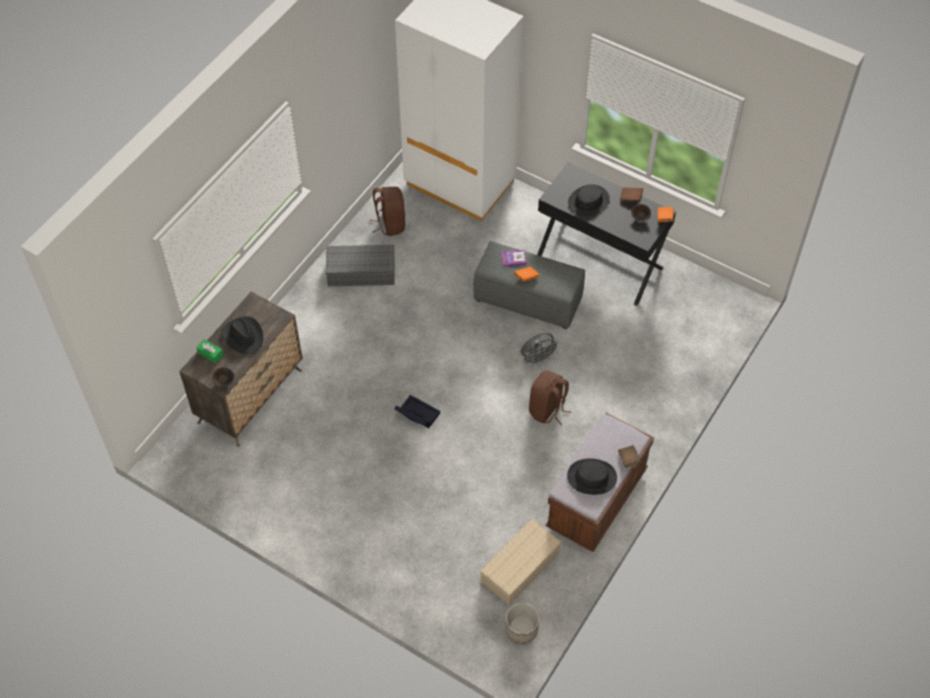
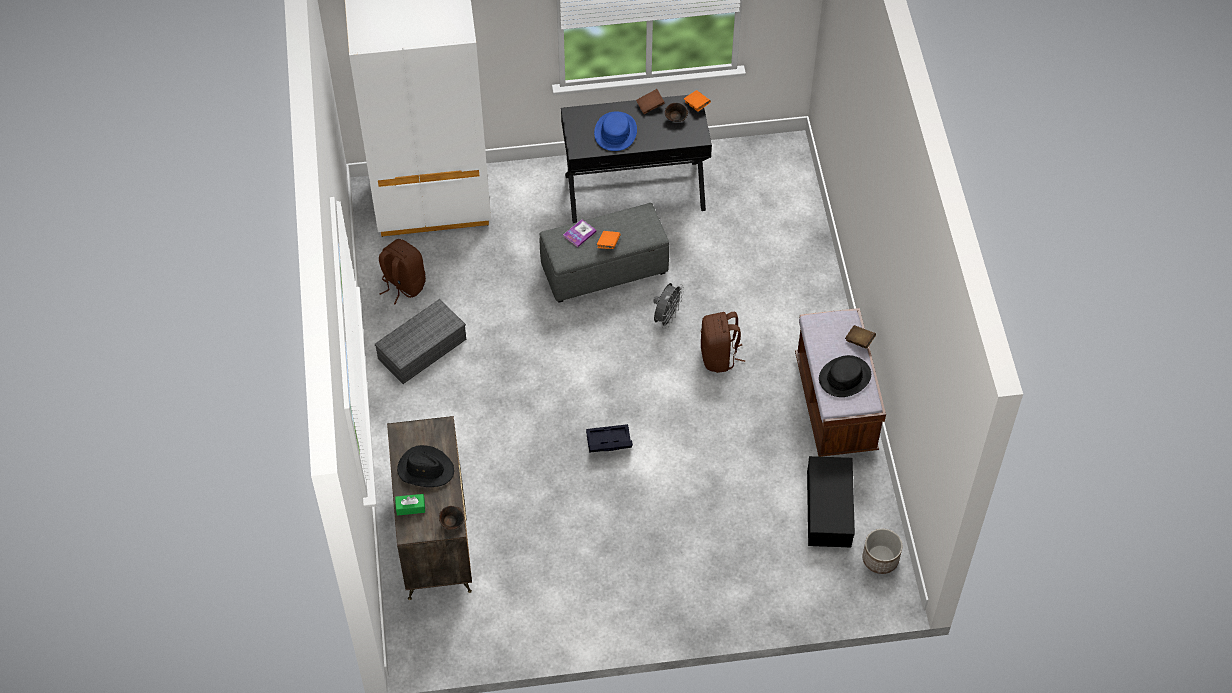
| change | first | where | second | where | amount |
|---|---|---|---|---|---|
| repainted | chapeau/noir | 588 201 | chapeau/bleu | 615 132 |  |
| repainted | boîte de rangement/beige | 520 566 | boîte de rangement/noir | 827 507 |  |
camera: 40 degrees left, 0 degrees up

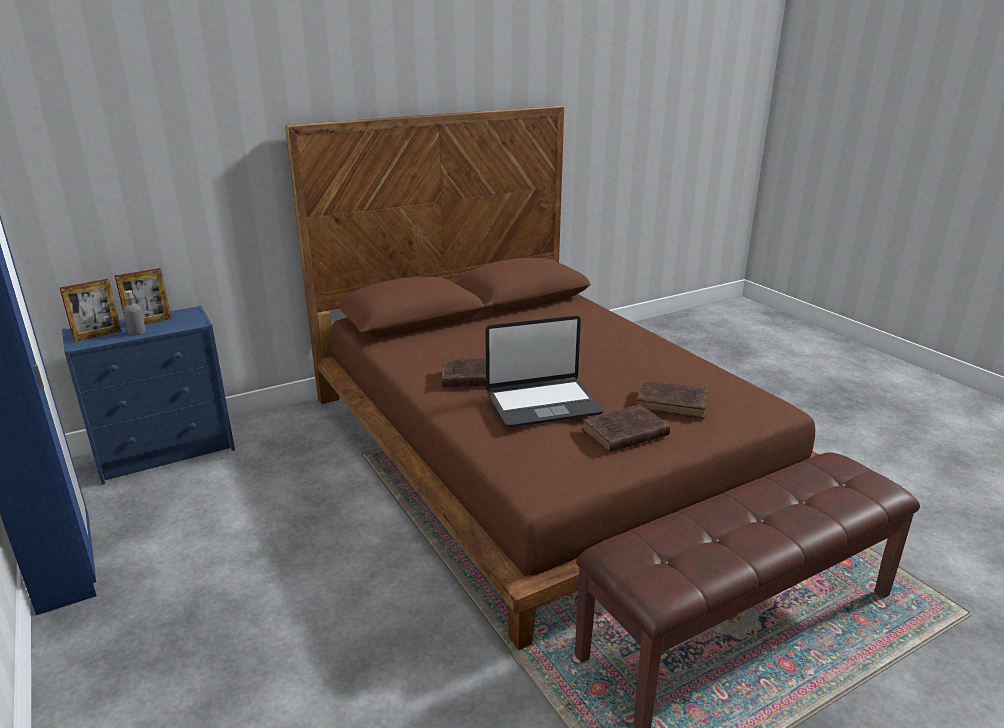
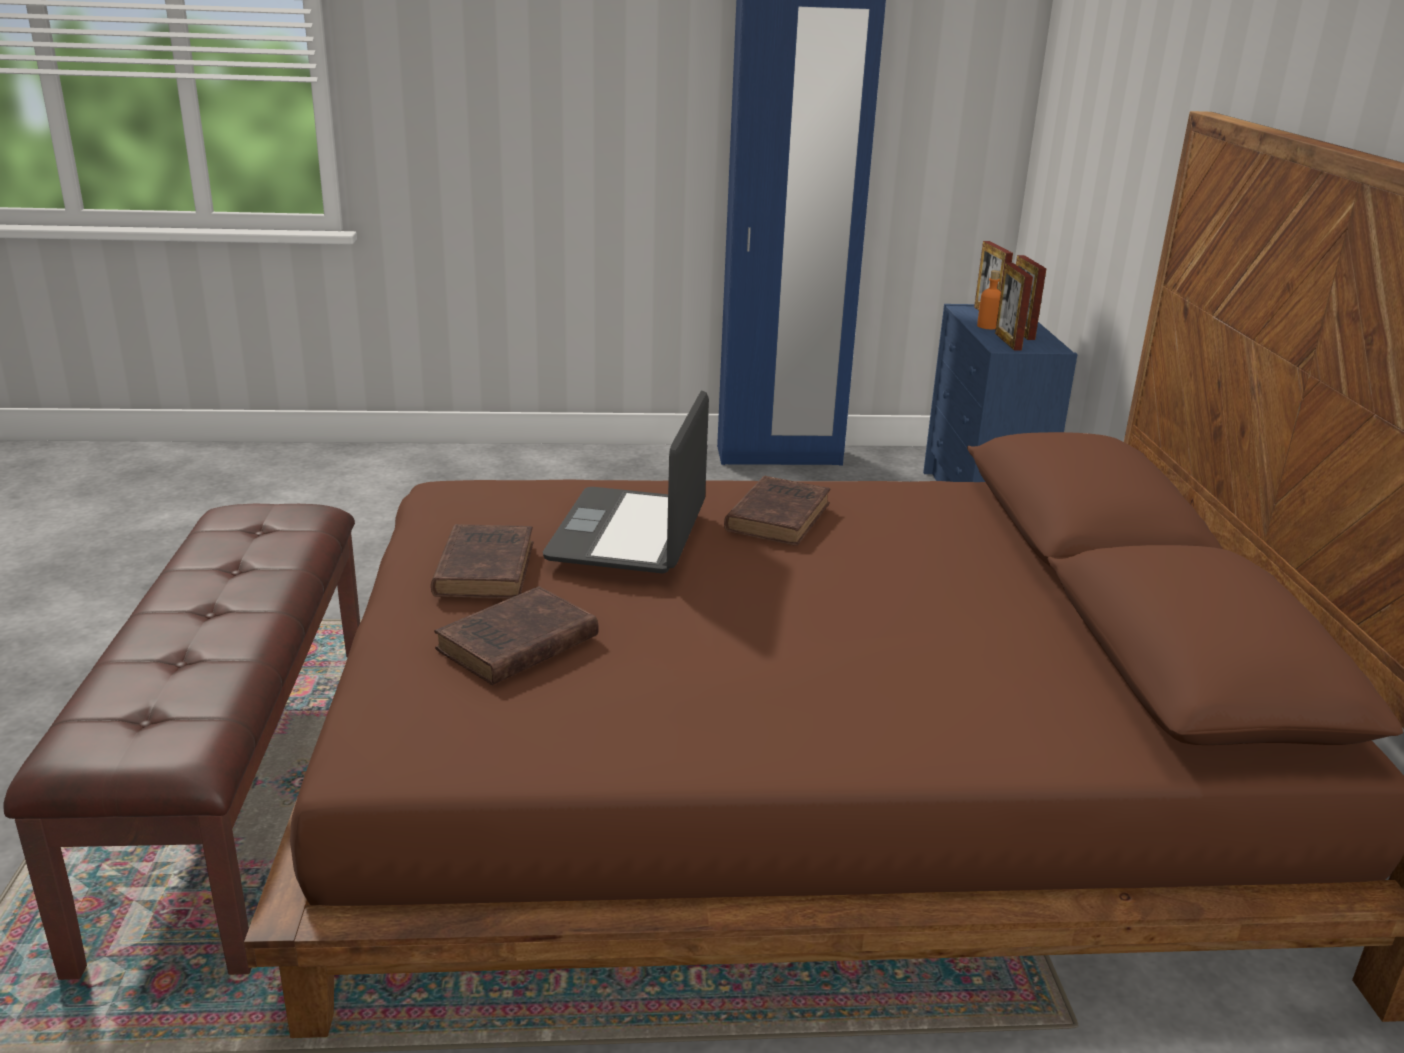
| change | first | where | second | where | amount |
|---|---|---|---|---|---|
| repainted | bouteille/gris | 137 332 | bouteille/orange | 987 326 |  |
| new |  |  | cadre photo | 1008 341 |  |
camera: 115 degrees right, 0 degrees up

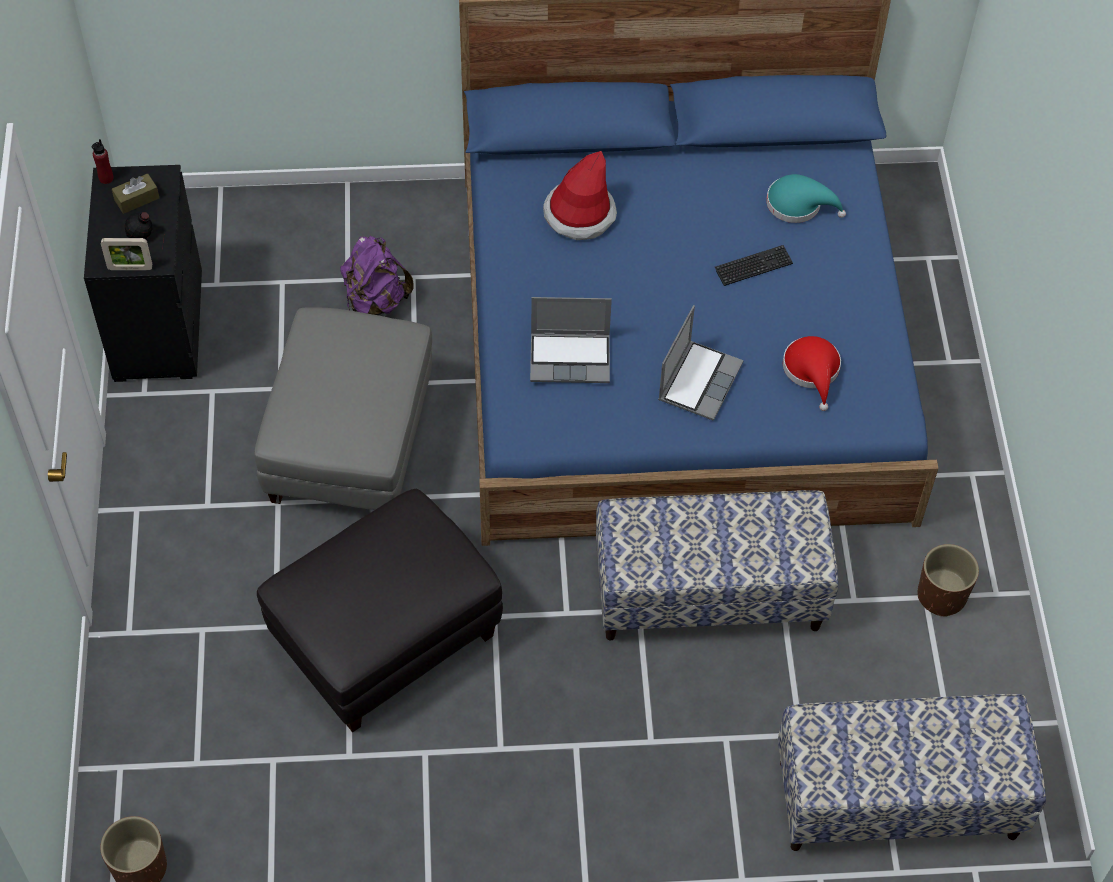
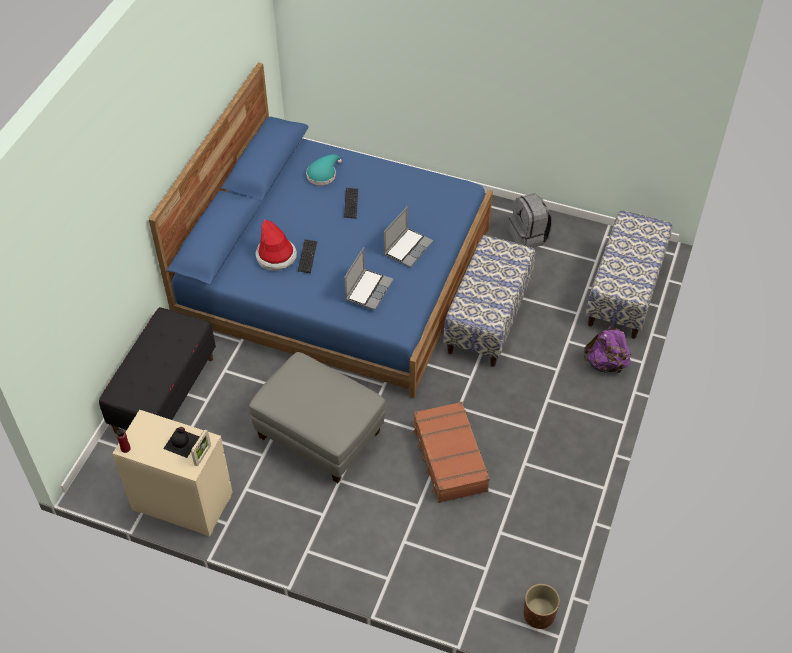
| change | first | where | second | where | amount |
|---|---|---|---|---|---|
| new |  |  | banc/noir | 164 394 |  |
| repainted | commode/noir | 158 325 | commode/beige | 182 502 |  |
| new |  |  | clavier | 307 257 |  |
| rotated | ordinateur portable | 699 380 |  | 408 248 | 75 degrees clockwise |
| swapped | pouf/noir | 384 638 | valise/marron | 449 458 |  |
| swapped | cache-pot/marron | 941 596 | sac à dos/gris | 529 236 |  |
| shifted | sac à dos/violet | 375 300 |  | 606 364 |  |
| gone | boîte à mouchoirs/marron | 136 199 |  |  |  |
| gone | chapeau/rouge | 812 371 |  |  |  |
camera: 65 degrees left, 5 degrees down

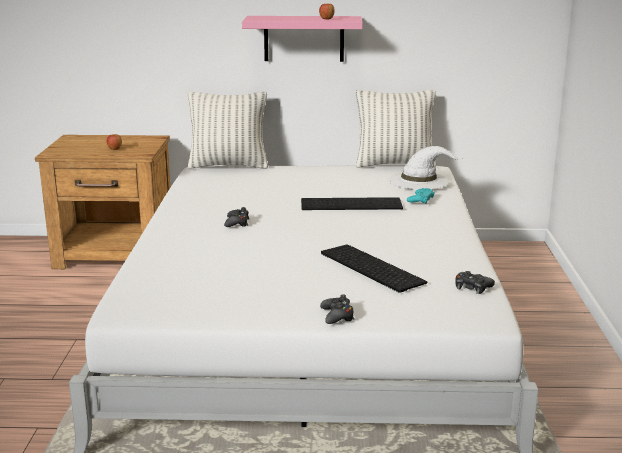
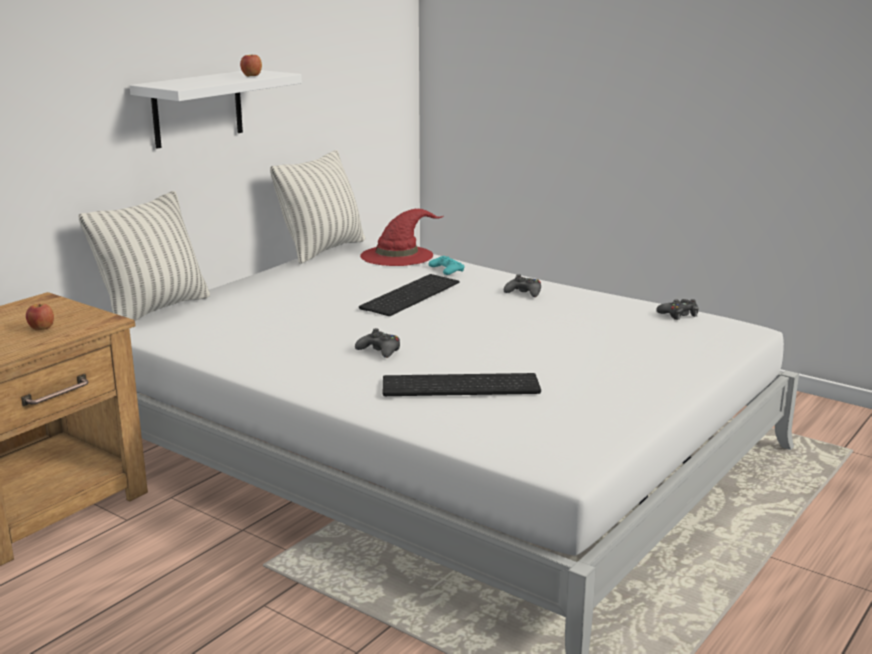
| change | first | where | second | where | amount |
|---|---|---|---|---|---|
| repainted | étagère/rose | 304 38 | étagère/blanc | 197 108 |  |
| repainted | chapeau/blanc | 420 181 | chapeau/rouge | 397 255 |  |
| shifted | clavier | 369 268 |  | 459 386 |  |
| shifted | manette/noir | 337 316 |  | 524 293 |  |
camera: 55 degrees left, 0 degrees up

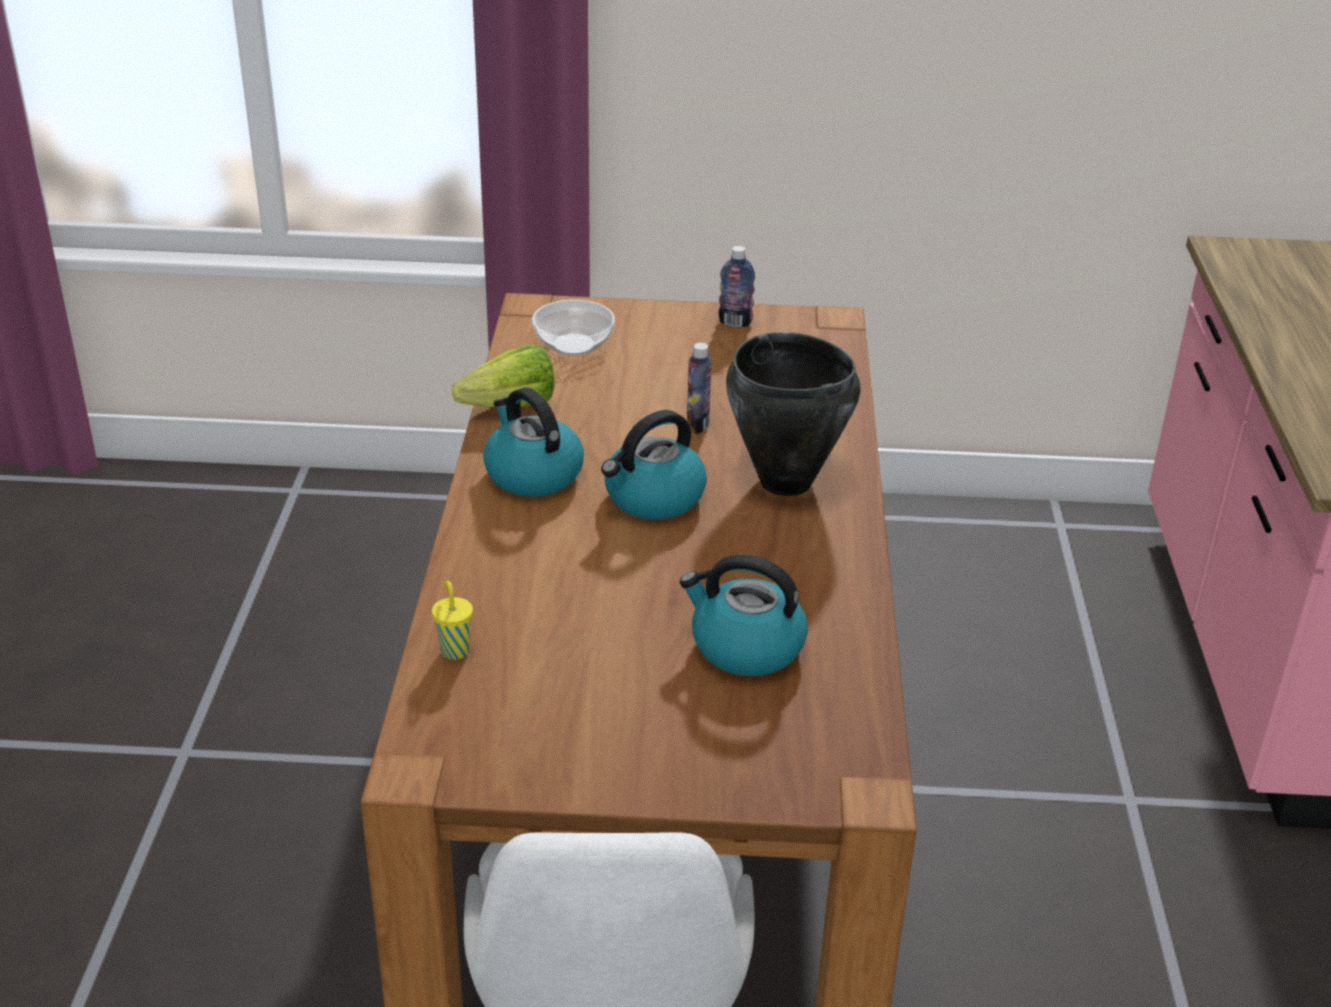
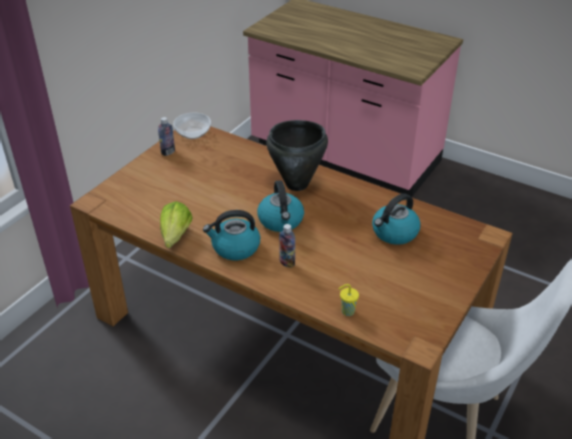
| change | first | where | second | where | amount |
|---|---|---|---|---|---|
| shifted | bol | 575 344 |  | 193 133 |  |
| shifted | bouteille | 697 425 |  | 287 262 |  |
camera: 60 degrees left, 5 degrees up

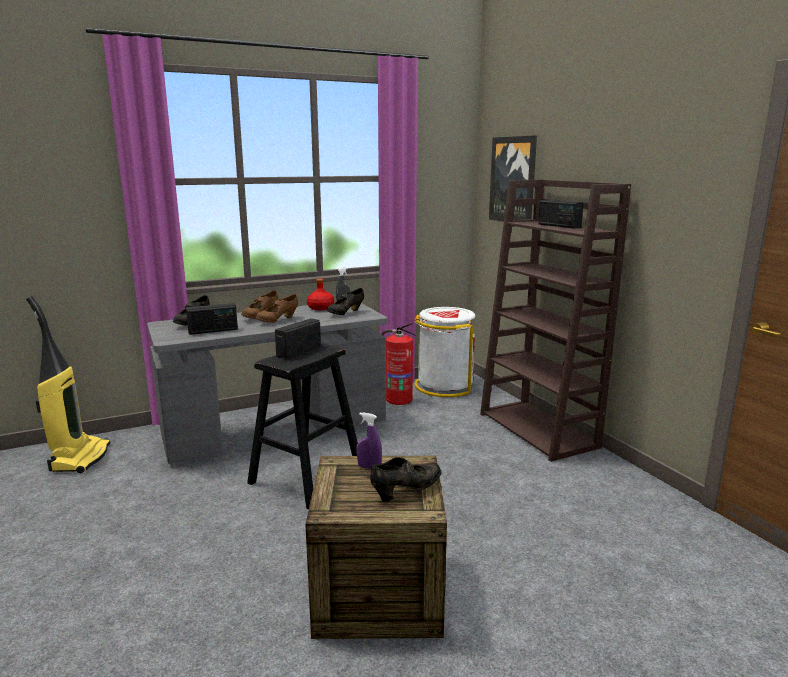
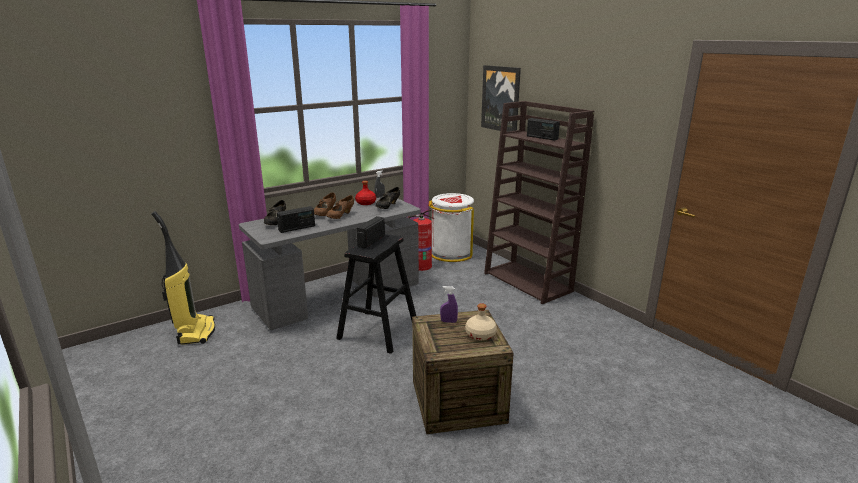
| change | first | where | second | where | amount |
|---|---|---|---|---|---|
| swapped | chaussure/noir | 407 491 | bouteille/beige | 480 335 |  |
camera: 10 degrees left, 5 degrees up

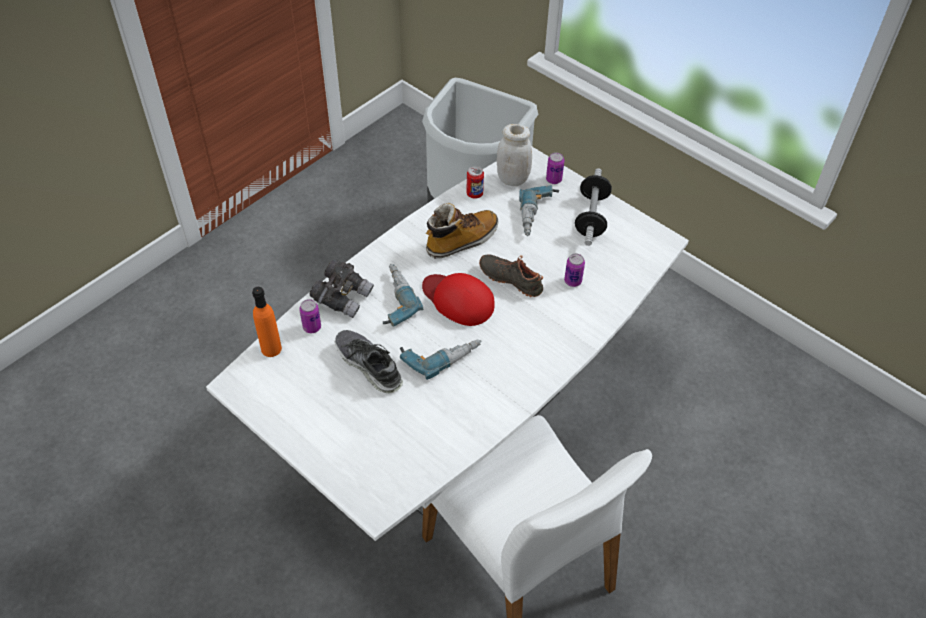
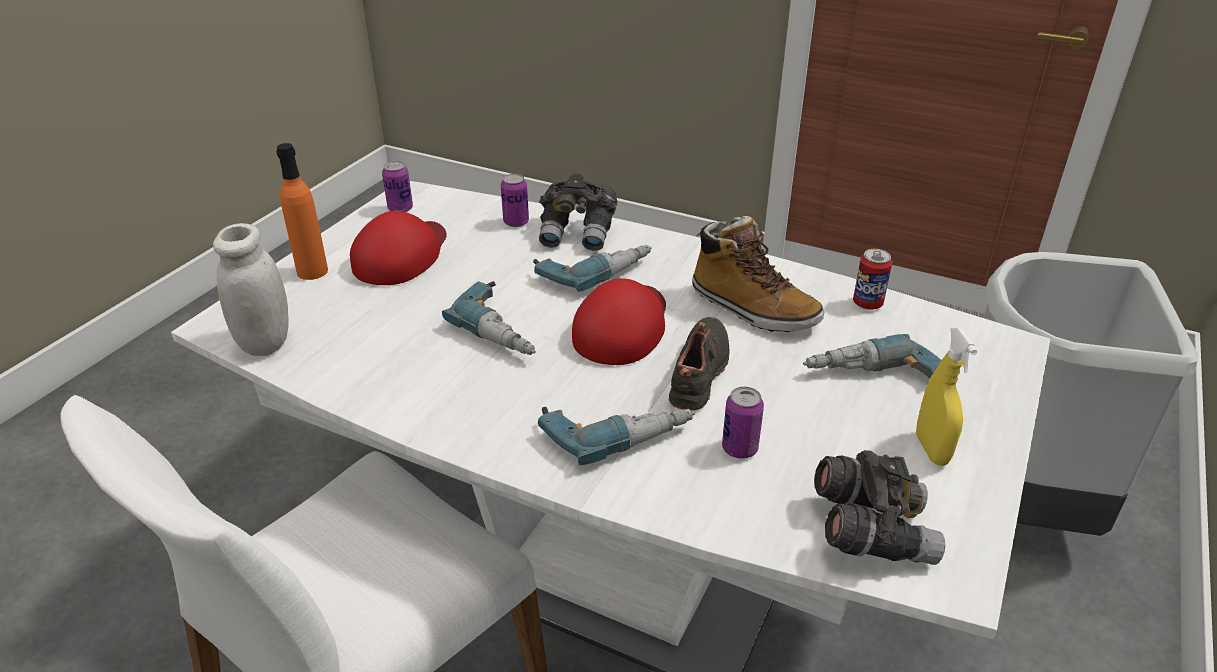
| change | first | where | second | where | amount |
|---|---|---|---|---|---|
| shifted | bocal/blanc | 512 179 |  | 265 342 |  |
| shifted | bouteille/orange | 271 348 |  | 312 271 |  |
| new |  |  | casquette/rouge | 402 255 |  |
| shifted | boîte métallique | 553 179 |  | 400 209 |  |
| new |  |  | perceuse | 615 430 |  |
| new |  |  | jumelles/gris | 870 531 |  |
| swapped | haltère | 591 217 | vaporisateur/jaune | 931 449 |  |
| gone | chaussure | 368 365 |  |  |  |
camera: 75 degrees right, 15 degrees down

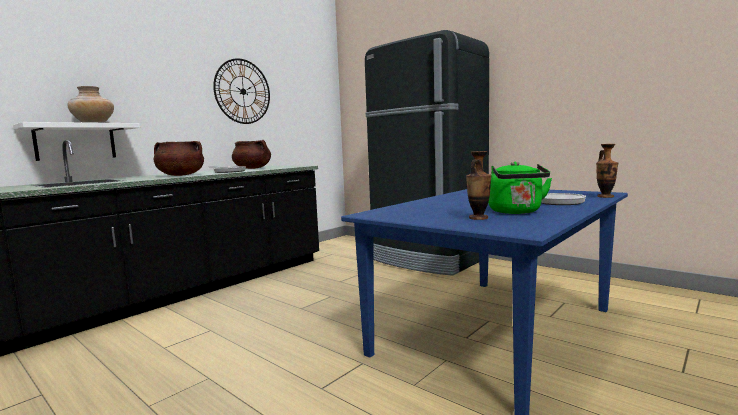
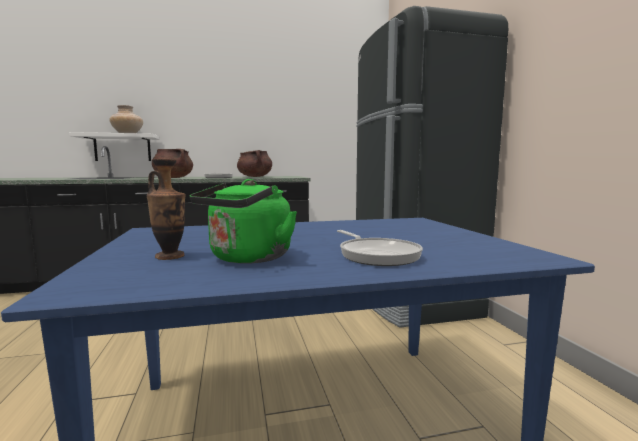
| change | first | where | second | where | amount |
|---|---|---|---|---|---|
| gone | horloge murale | 243 91 |  |  |  |
| gone | vase | 605 197 |  |  |  |
camera: 35 degrees right, 0 degrees up

